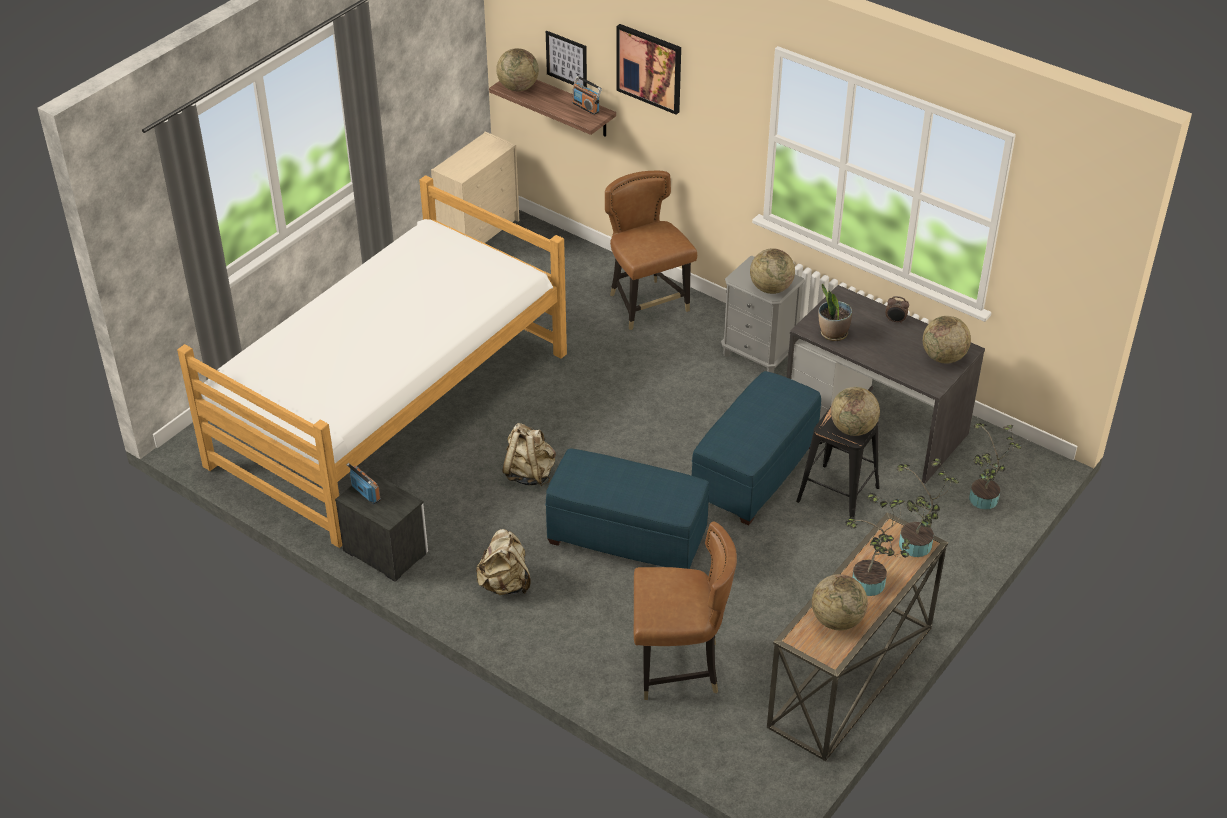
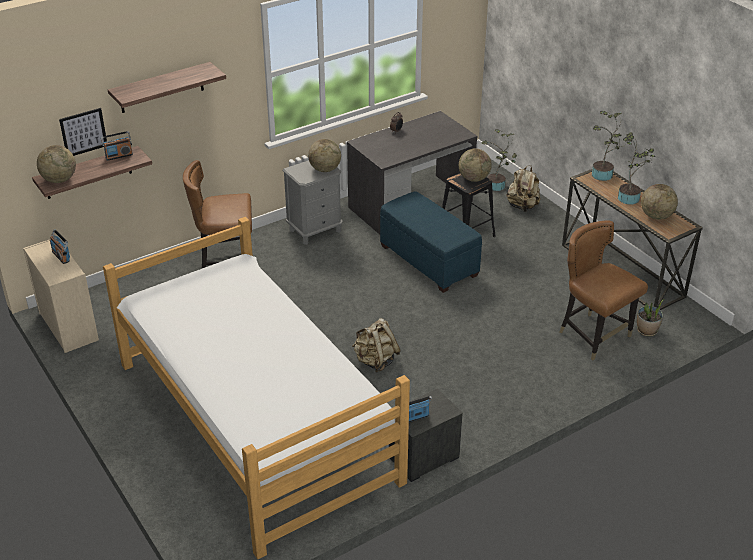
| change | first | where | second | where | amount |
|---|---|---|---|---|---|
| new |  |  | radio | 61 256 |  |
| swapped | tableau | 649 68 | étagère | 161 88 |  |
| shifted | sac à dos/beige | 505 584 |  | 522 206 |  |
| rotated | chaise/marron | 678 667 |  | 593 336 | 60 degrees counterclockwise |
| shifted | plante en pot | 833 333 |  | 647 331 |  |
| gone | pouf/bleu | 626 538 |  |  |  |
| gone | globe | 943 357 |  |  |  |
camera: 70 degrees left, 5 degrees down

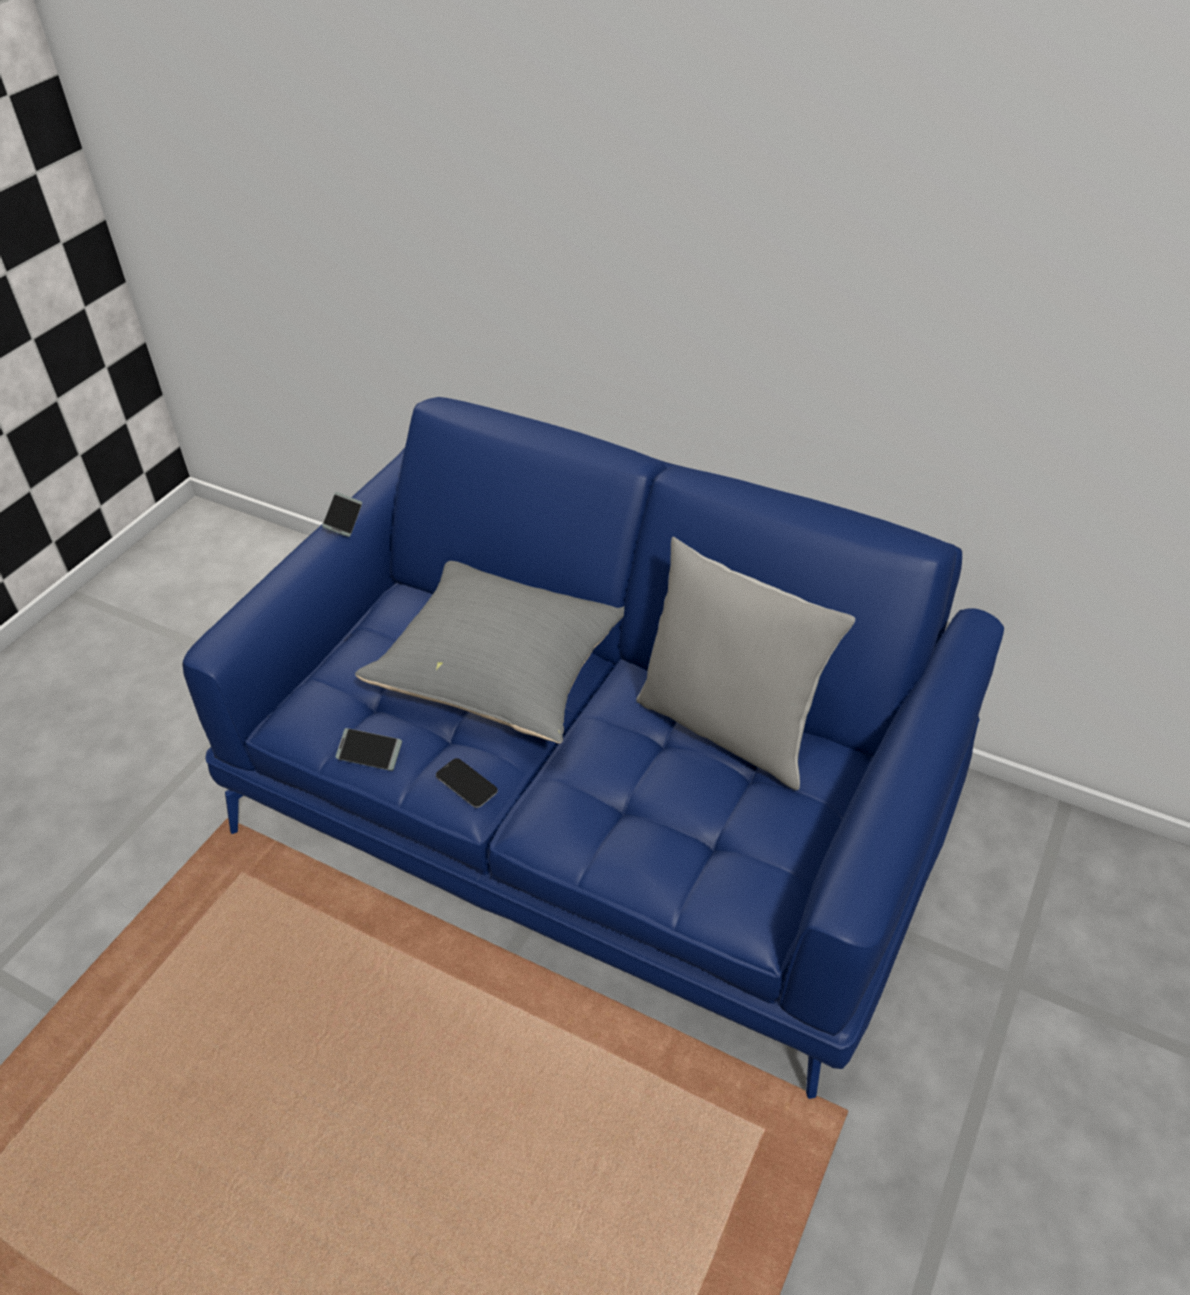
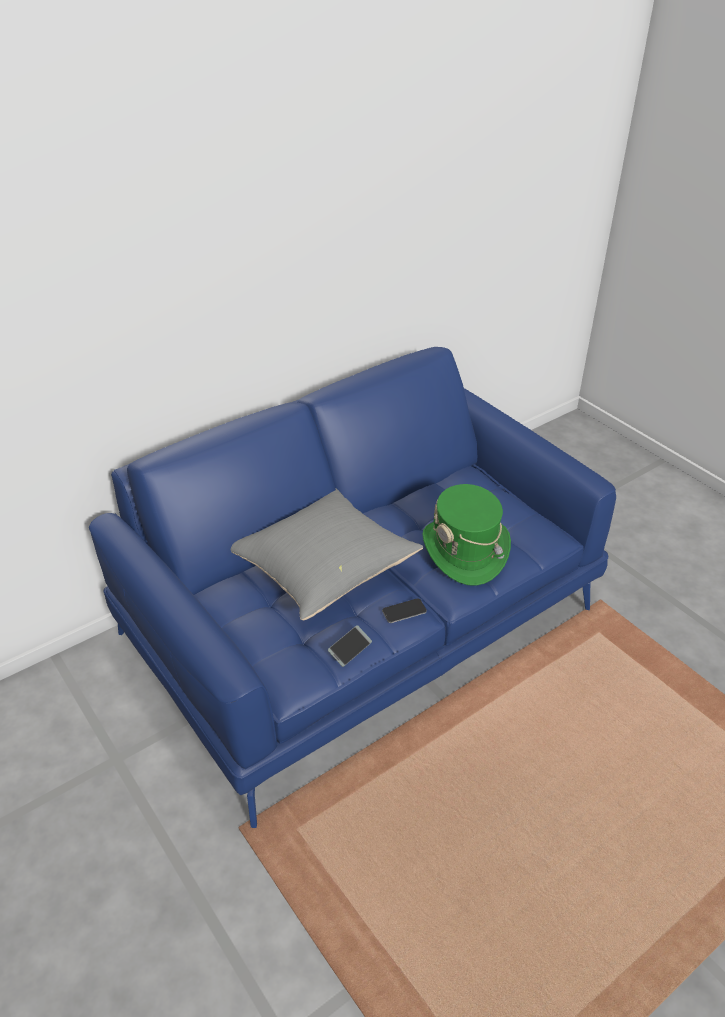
| change | first | where | second | where | amount |
|---|---|---|---|---|---|
| new |  |  | chapeau/vert | 465 551 |  |
| gone | téléphone | 343 519 |  |  |  |
| gone | coussin/gris | 729 727 |  |  |  |
camera: 65 degrees left, 5 degrees down

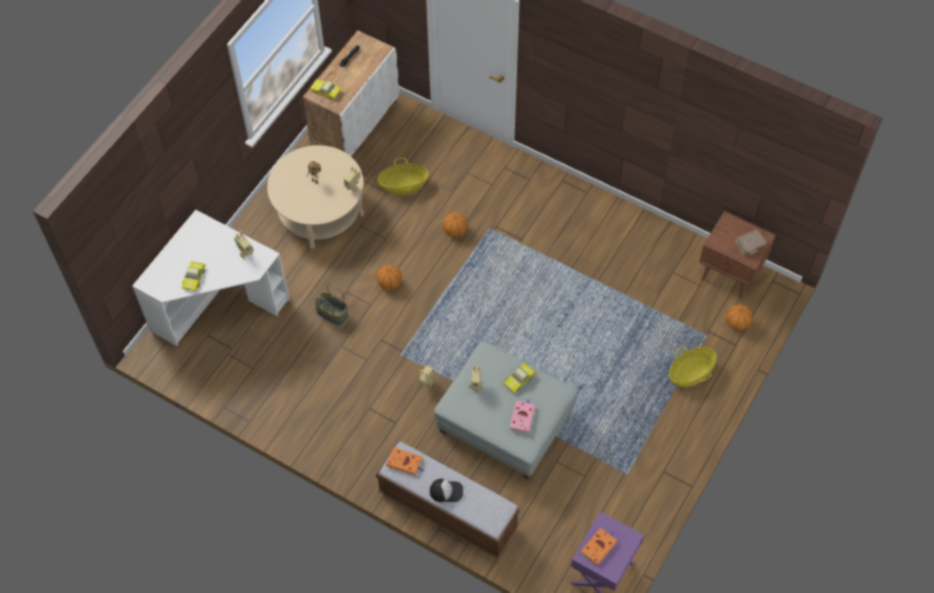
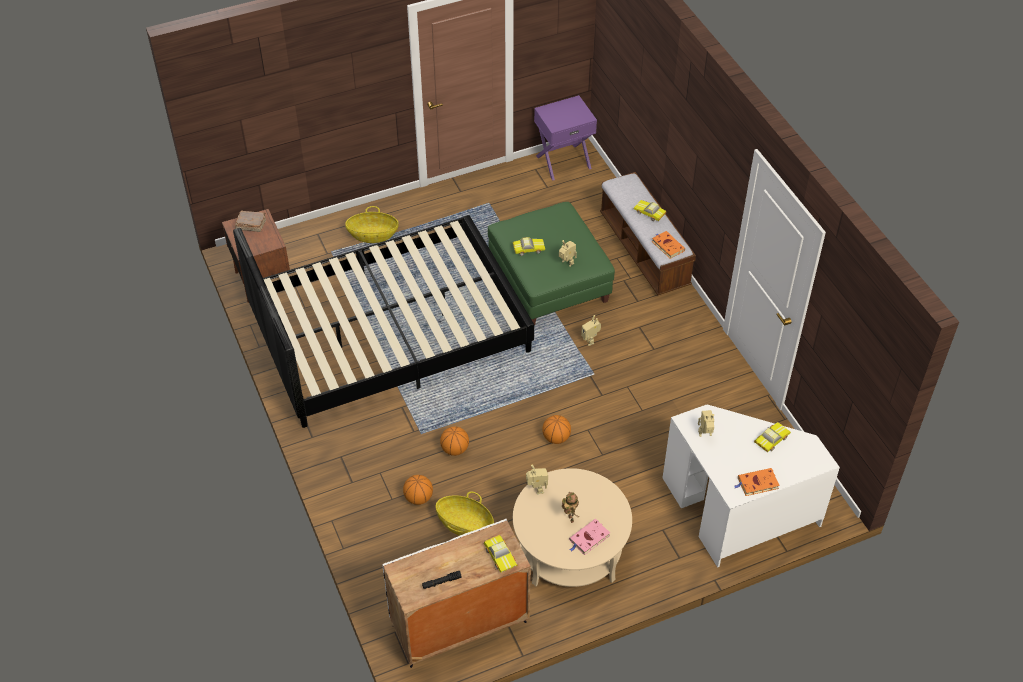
| change | first | where | second | where | amount |
|---|---|---|---|---|---|
| new |  |  | lit/noir | 389 331 |  |
| shifted | ballon de basket | 737 323 |  | 418 498 |  |
| repainted | pouf/gris | 506 421 | pouf/vert | 548 280 |  |
| shifted | livre/rose | 522 417 |  | 588 539 |  |
| swapped | casquette | 446 491 | petite voiture | 649 213 |  |
| shifted | livre/orange | 599 546 |  | 756 484 |  |
| gone | panier | 331 314 |  |  |  |
camera: 145 degrees left, 10 degrees down

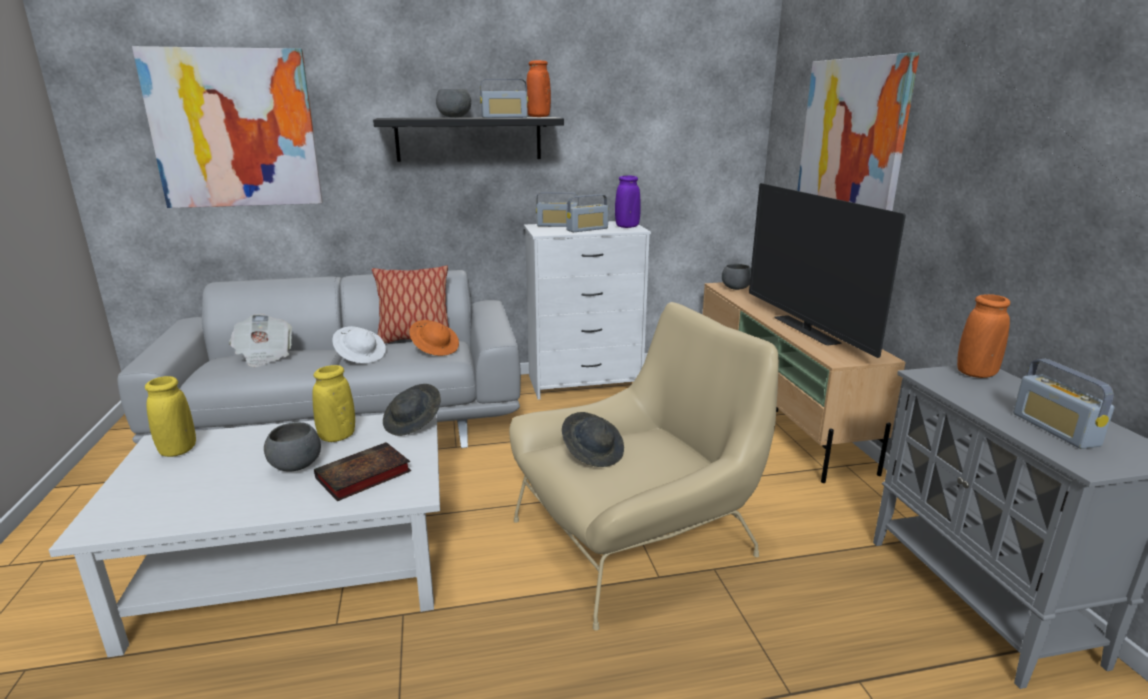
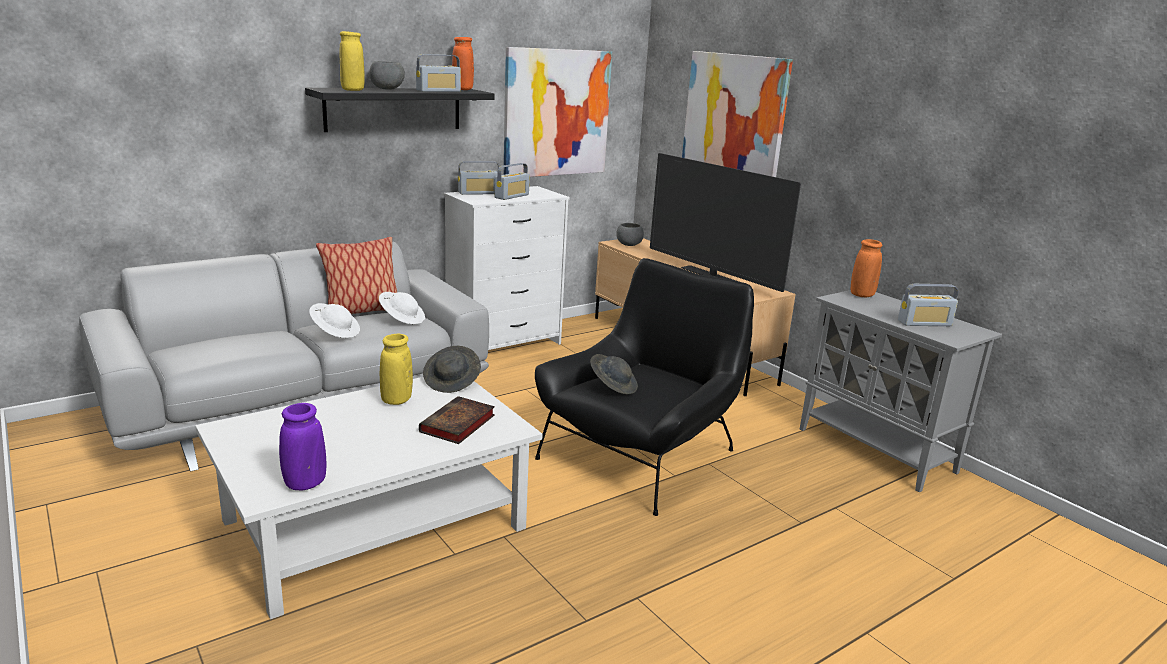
| change | first | where | second | where | amount |
|---|---|---|---|---|---|
| shifted | vase/violet | 627 227 |  | 305 483 |  |
| shifted | vase/jaune | 178 450 |  | 352 90 |  |
| repainted | chapeau/orange | 435 349 | chapeau/blanc | 402 319 |  |
| shifted | tableau | 234 129 |  | 556 113 |  |
| repainted | fauteuil/beige | 635 539 | fauteuil/noir | 640 455 |  |
| rotated | radio | 1055 429 |  | 924 323 | 60 degrees counterclockwise |
| gone | journal | 264 355 |  |  |  |
| gone | bol/gris | 295 466 |  |  |  |
camera: 25 degrees left, 0 degrees up

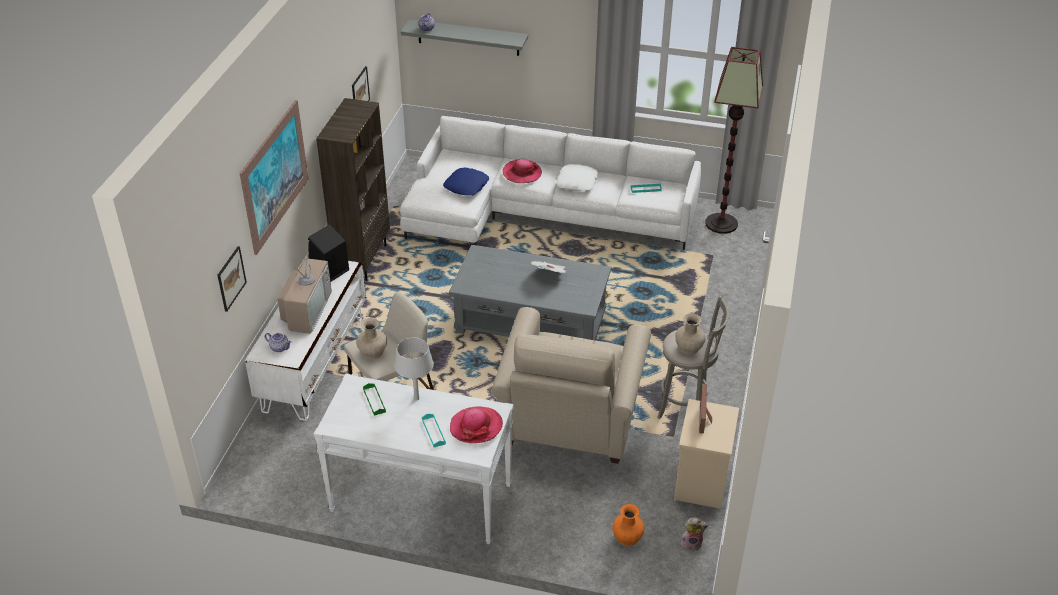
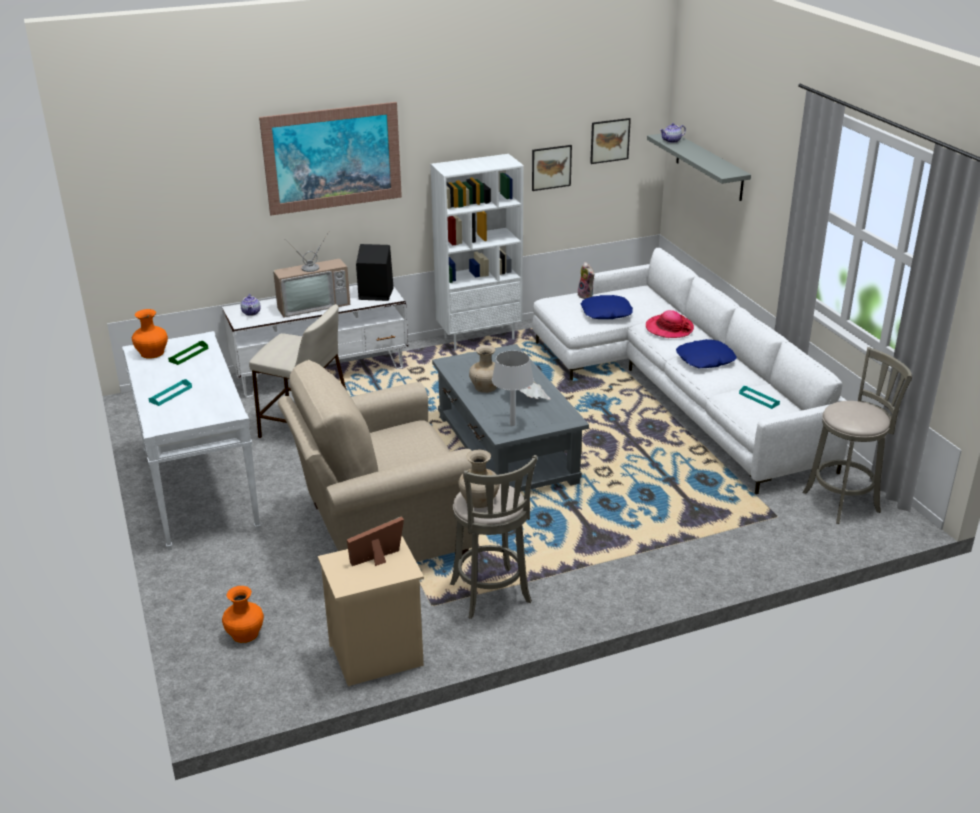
| change | first | where | second | where | amount |
|---|---|---|---|---|---|
| new |  |  | vase/orange | 151 353 |  |
| repainted | bibliothèque/marron | 363 260 | bibliothèque/blanc | 479 338 |  |
| shifted | vase/beige | 372 352 |  | 485 387 |  |
| shifted | lampe de table/gris | 416 398 |  | 512 424 |  |
| shifted | peluche | 692 543 |  | 586 296 |  |
| shifted | tableau | 231 278 |  | 609 140 |  |
| repainted | coussin/blanc | 577 182 | coussin/bleu | 705 360 |  |
| swapped | lampadaire | 721 223 | tabouret/gris | 844 501 |  |
| gone | chapeau | 476 426 |  |  |  |
camera: 55 degrees right, 10 degrees down

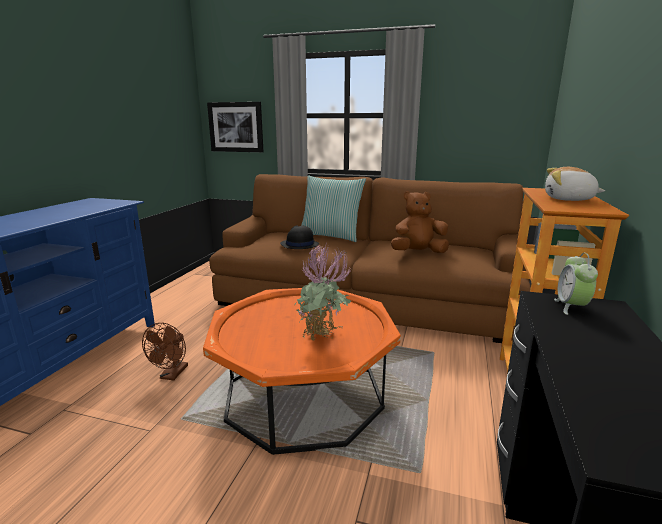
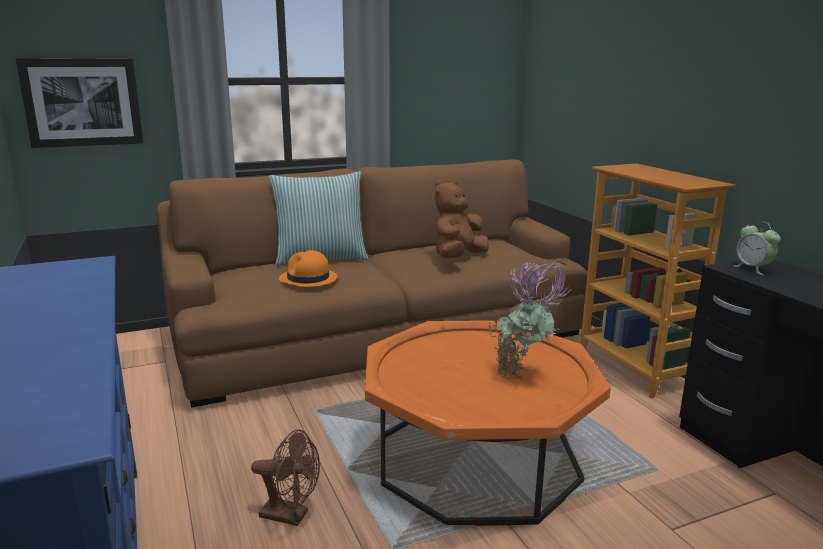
| change | first | where | second | where | amount |
|---|---|---|---|---|---|
| rotated | ventilateur/marron | 172 375 |  | 291 515 | 45 degrees counterclockwise |
| repainted | chapeau/noir | 299 244 | chapeau/orange | 308 279 |  |
| gone | peluche | 568 199 |  |  |  |
camera: 40 degrees left, 0 degrees up

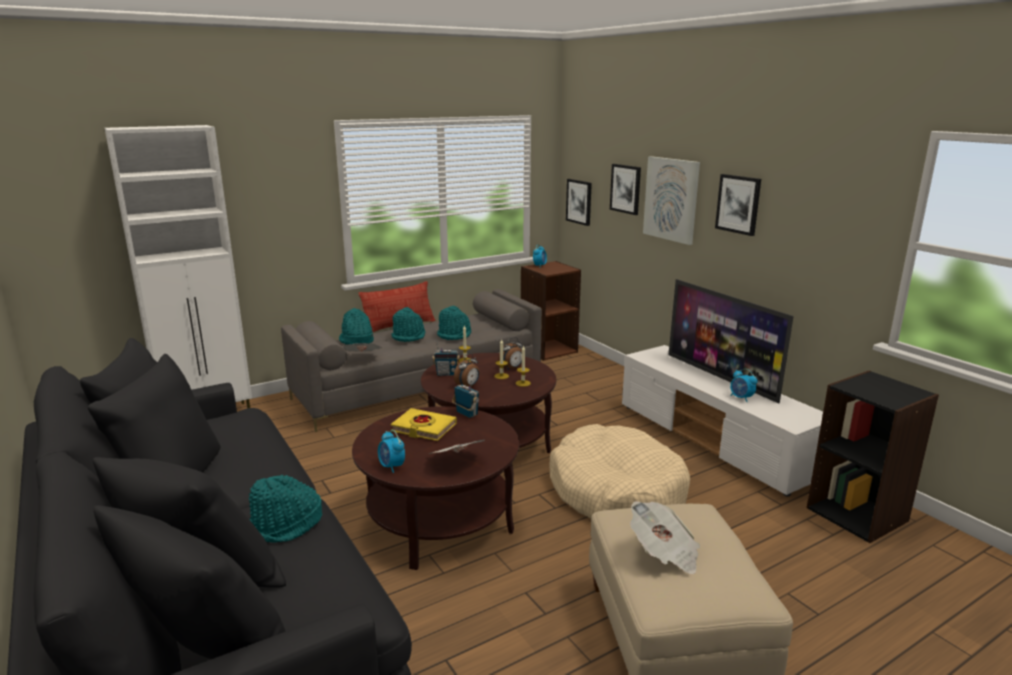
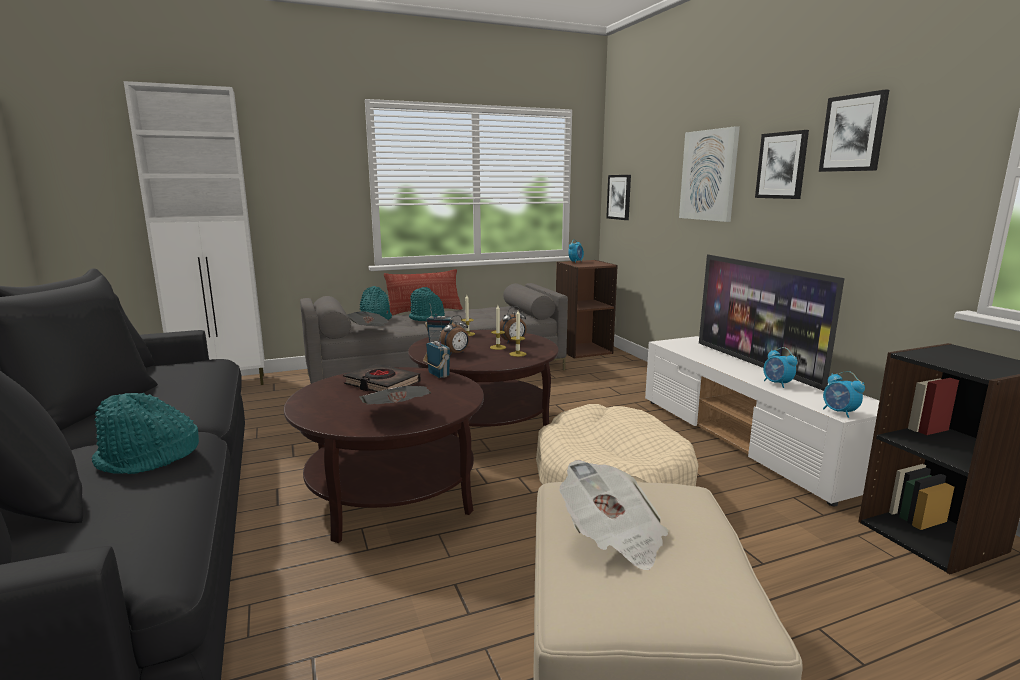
| change | first | where | second | where | amount |
|---|---|---|---|---|---|
| repainted | livre/jaune | 423 428 | livre/noir | 382 384 |  |
| shifted | tableau | 626 189 |  | 853 133 |  |
| shifted | réveil | 392 467 |  | 839 412 |  |
| gone | chapeau/turquoise | 454 335 |  |  |  |
camera: 10 degrees right, 5 degrees down

